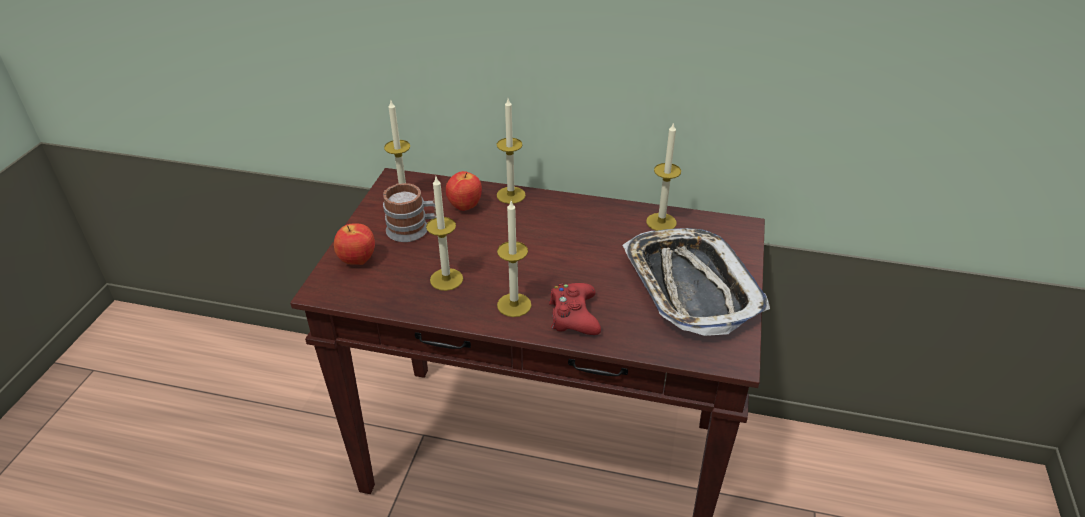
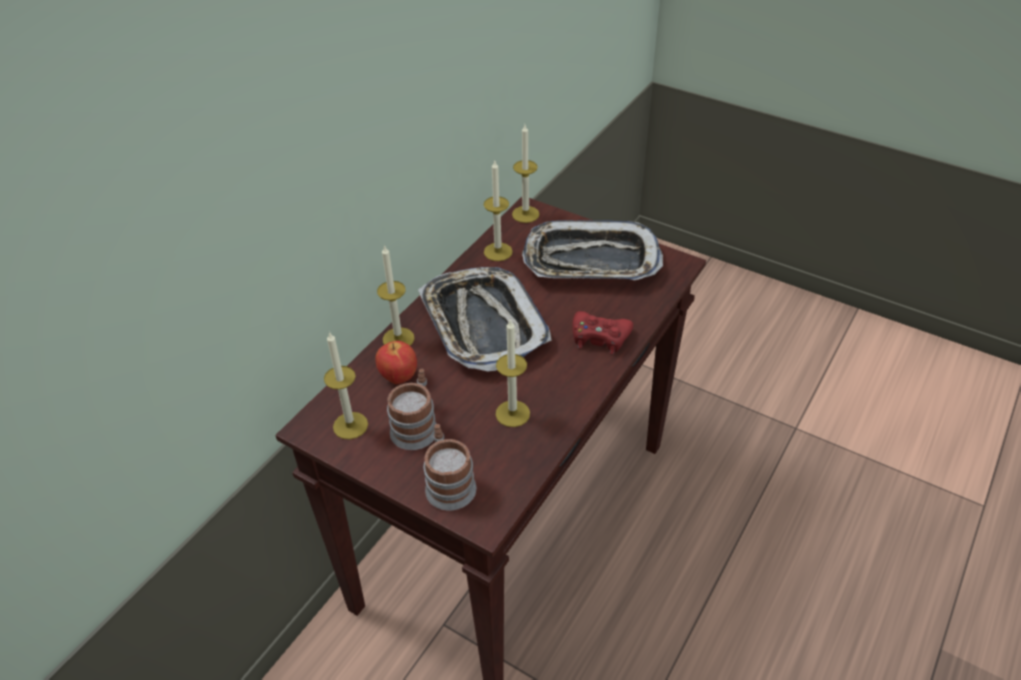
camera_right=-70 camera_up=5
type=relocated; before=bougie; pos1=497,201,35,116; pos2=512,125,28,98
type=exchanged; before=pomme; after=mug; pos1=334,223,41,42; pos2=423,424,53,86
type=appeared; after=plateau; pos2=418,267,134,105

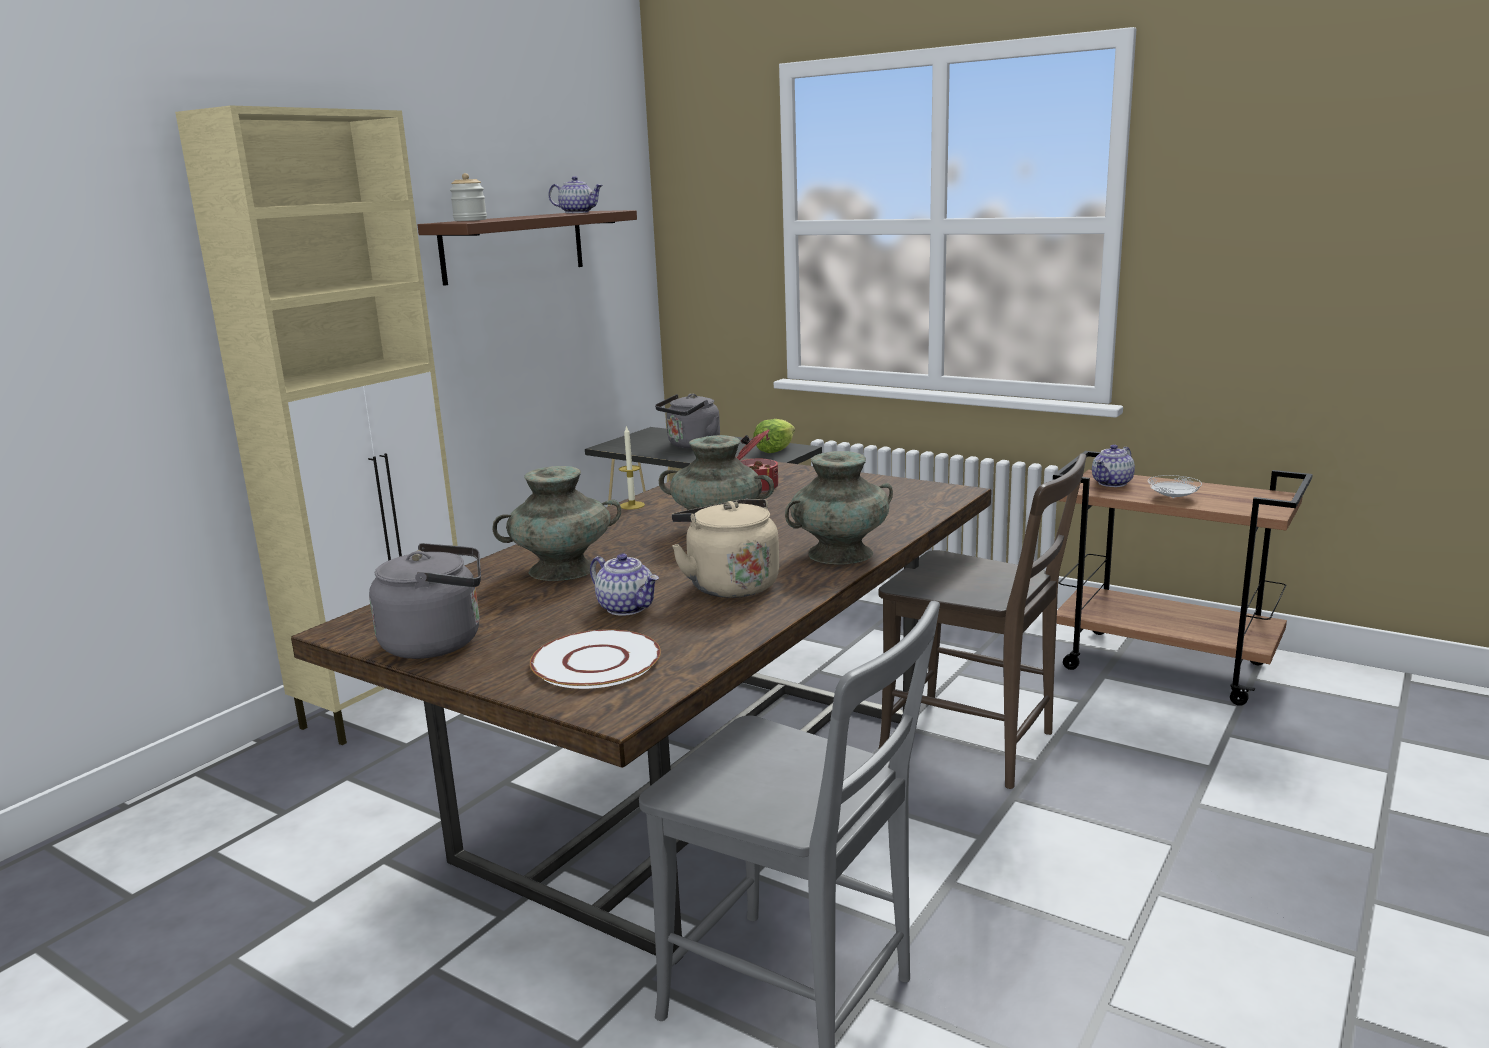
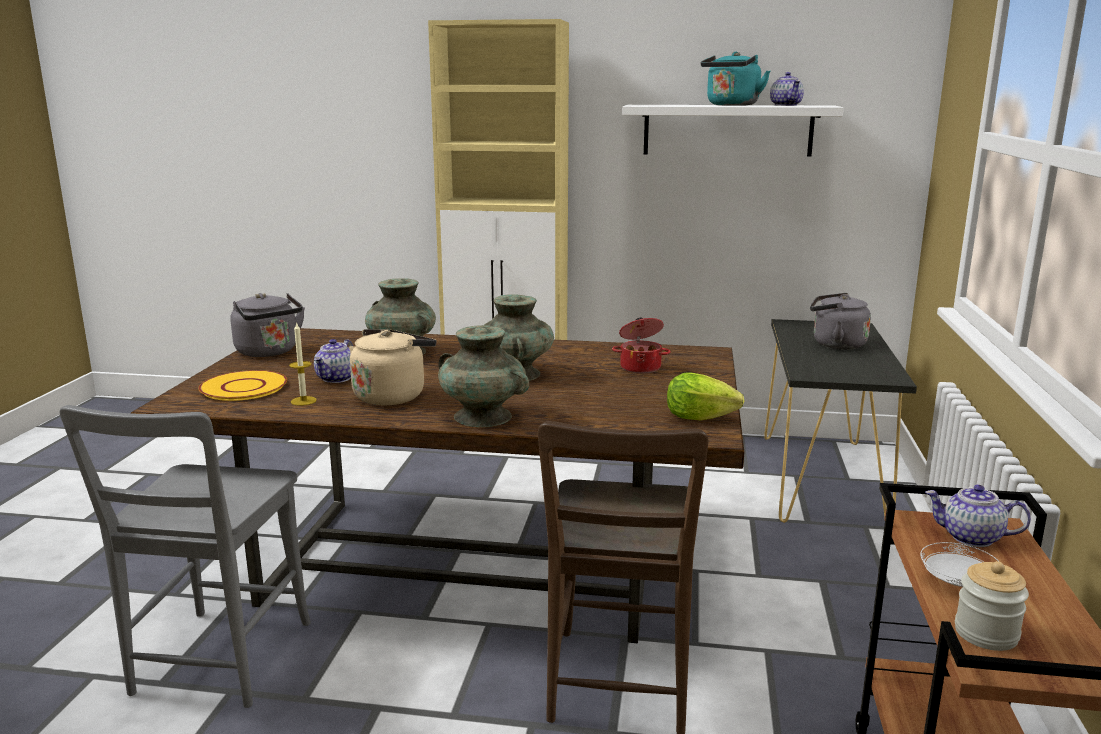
camera_right=65 camera_up=0
type=relocated; before=bocal; pos1=450,173,37,48; pos2=955,561,74,90
type=colour; before=étagère [marron]; after=étagère [blanc]; pos1=418,210,219,76; pos2=622,105,222,52
type=relocated; before=laitue; pos1=753,419,42,34; pos2=667,373,77,47
type=relocated; before=bougie; pos1=619,425,26,85; pos2=289,322,28,84
type=colour; before=assiette [blanc]; after=assiette [jaune]; pos1=530,629,131,60; pos2=198,370,89,31
type=appeared; after=bouilloire [turquoise]; pos2=701,52,69,54

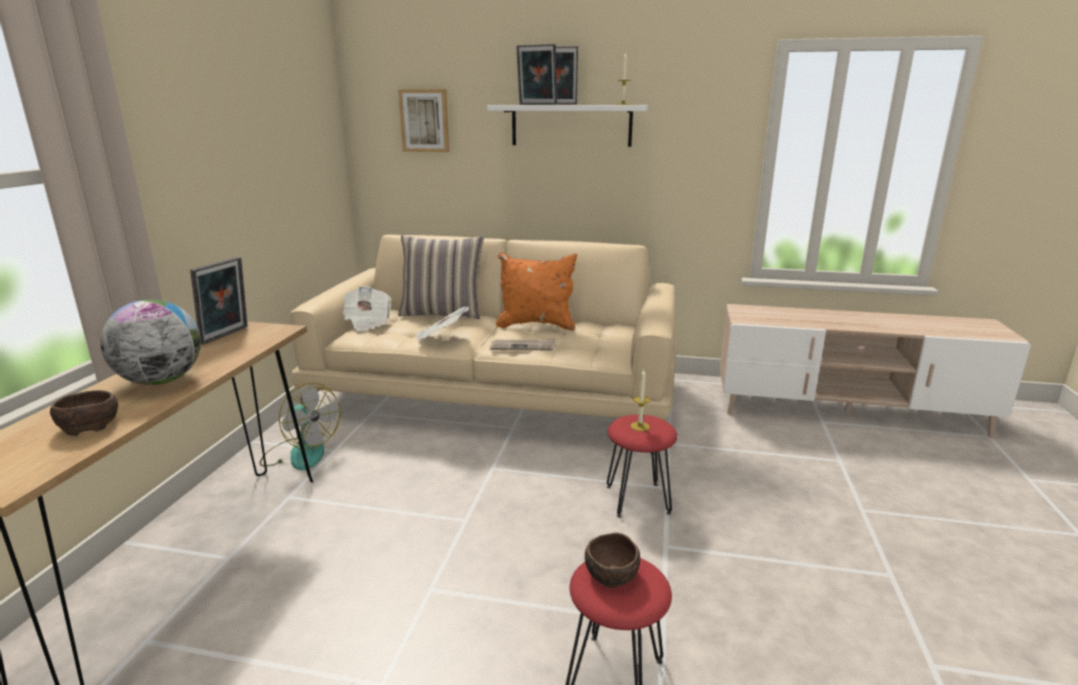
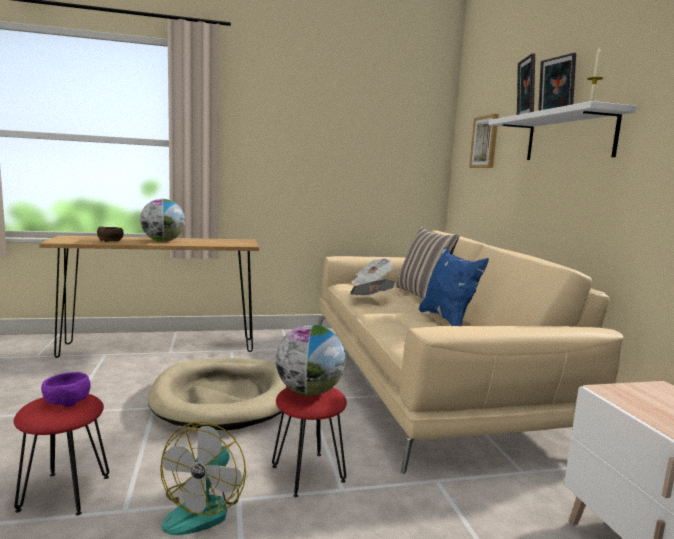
camera_right=65 camera_up=-10
type=colour; before=coussin [orange]; after=coussin [bleu]; pos1=496,253,81,78; pos2=419,247,70,79
type=missing; before=cadre photo; pos1=190,257,58,88
type=missing; before=journal; pos1=490,338,66,13
type=exchanged; before=bougie; after=globe; pos1=630,370,20,61; pos2=276,325,70,71
type=relocated; before=ventilateur; pos1=259,383,82,87; pos2=160,421,86,114
type=colour; before=bol [marron]; after=bol [violet]; pos1=585,533,55,55; pos2=41,372,50,35
type=appeared; after=panier pour chien [beige]; pos2=148,358,139,73

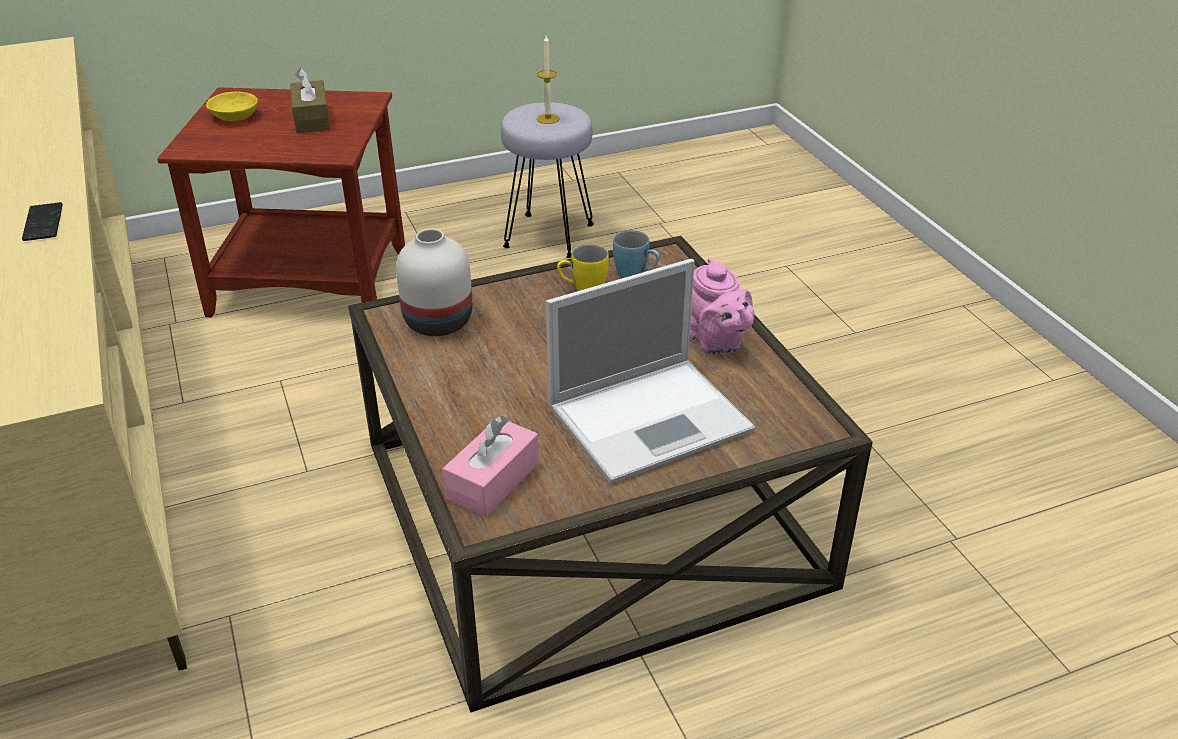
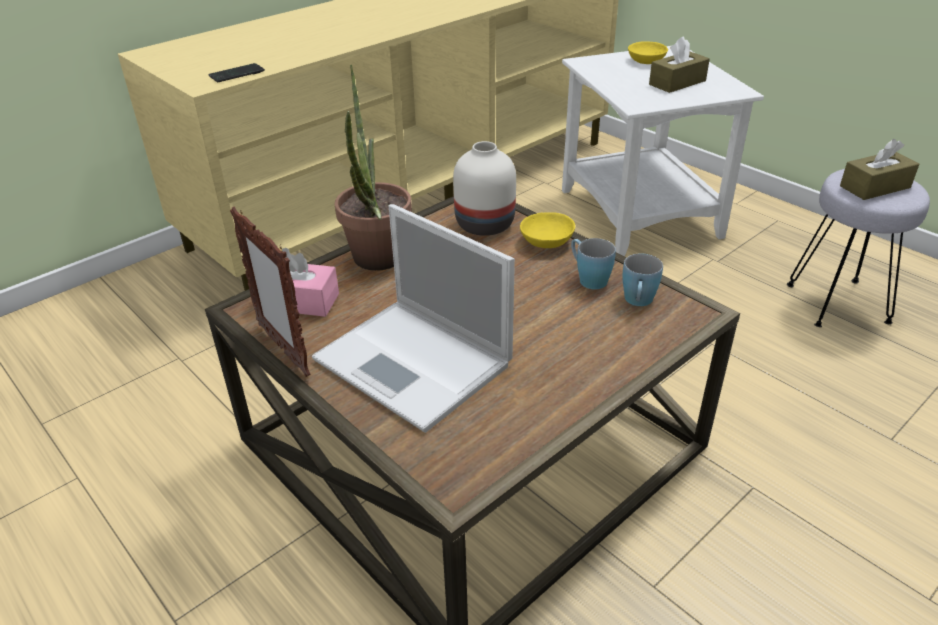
camera_right=70 camera_up=0
type=exchanged; before=bougie; after=boîte à mouchoirs [marron]; pos1=537,35,23,89; pos2=840,139,79,61
type=colour; before=table d'appoint [marron]; after=table d'appoint [blanc]; pos1=157,87,248,231; pos2=562,46,202,210
type=relocated; before=téléphone; pos1=22,202,41,39; pos2=208,63,57,19
type=colour; before=mug [jaune]; after=mug [bleu]; pos1=557,244,52,47; pos2=571,238,45,52
type=missing; before=théière [rose]; pos1=690,258,64,96
type=appeared; after=plante en pot; pos2=335,65,77,206
type=appeared; after=cadre photo; pos2=230,206,81,171
type=appeared; after=bol [jaune]; pos2=520,212,55,36

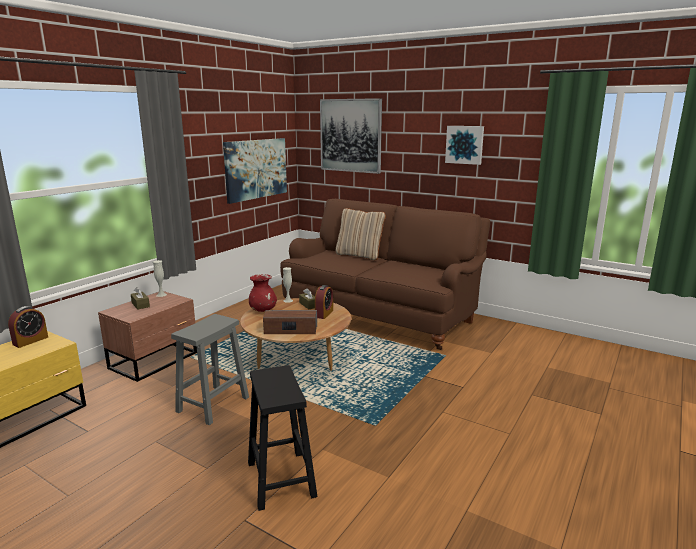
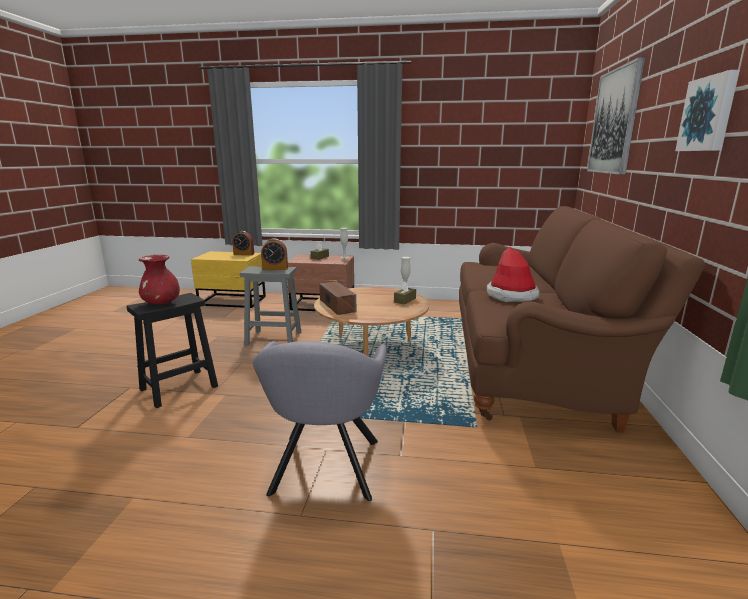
camera_right=65 camera_up=0
type=missing; before=tableau; pos1=223,138,64,66
type=missing; before=coussin [beige]; pos1=336,208,50,52
type=relocated; before=vase [rouge]; pos1=249,274,28,38; pos2=139,255,41,49
type=relocated; before=réveil; pos1=315,285,18,34; pos2=261,238,27,32
type=appeared; after=chapeau; pos2=487,247,53,55
type=appeared; after=fauteuil [gris]; pos2=253,341,134,160

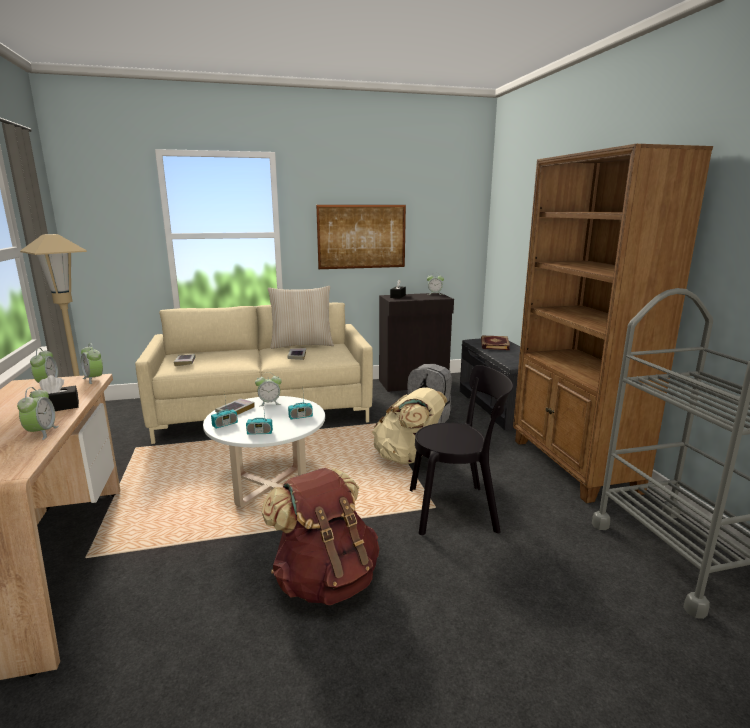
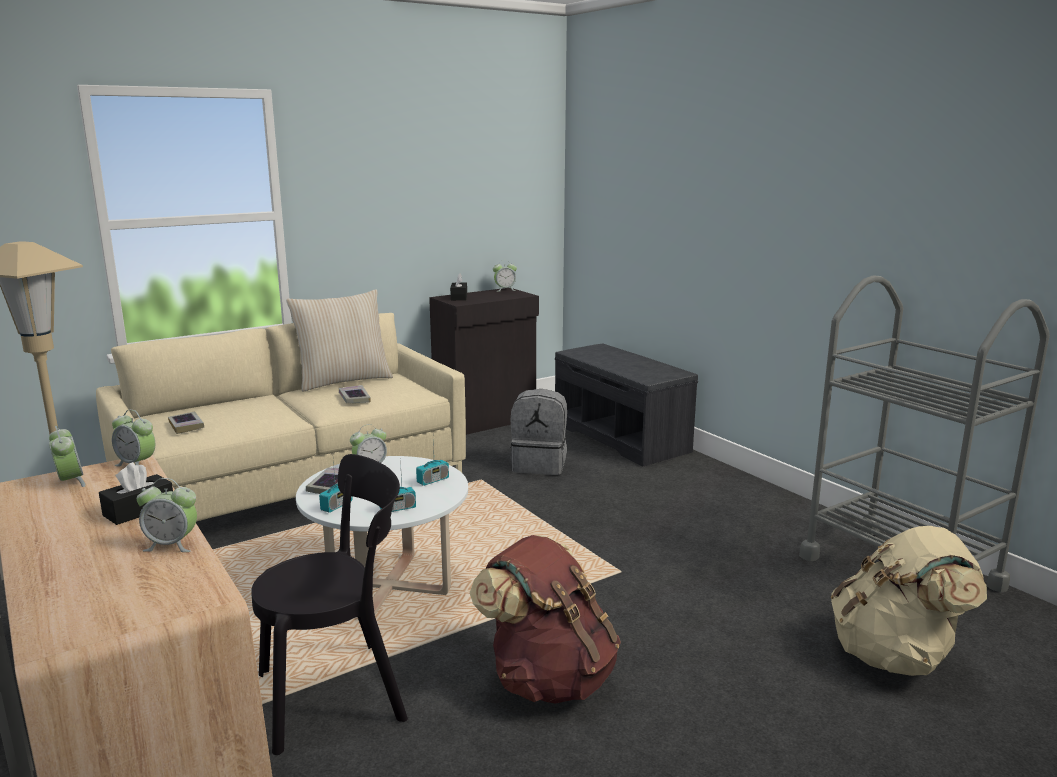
camera_right=-20 camera_up=0
type=missing; before=bibliothèque [marron]; pos1=513,144,200,359
type=missing; before=tableau; pos1=316,205,90,64
type=missing; before=livre; pos1=481,335,29,15
type=relocated; before=chaise [noir]; pos1=410,365,103,170; pos2=251,454,157,301
type=spun; before=réveil; pos1=17,387,42,53; pos2=137,478,60,74; turn=120
type=relocated; before=sac à dos [beige]; pos1=372,388,75,76; pos2=831,526,156,150

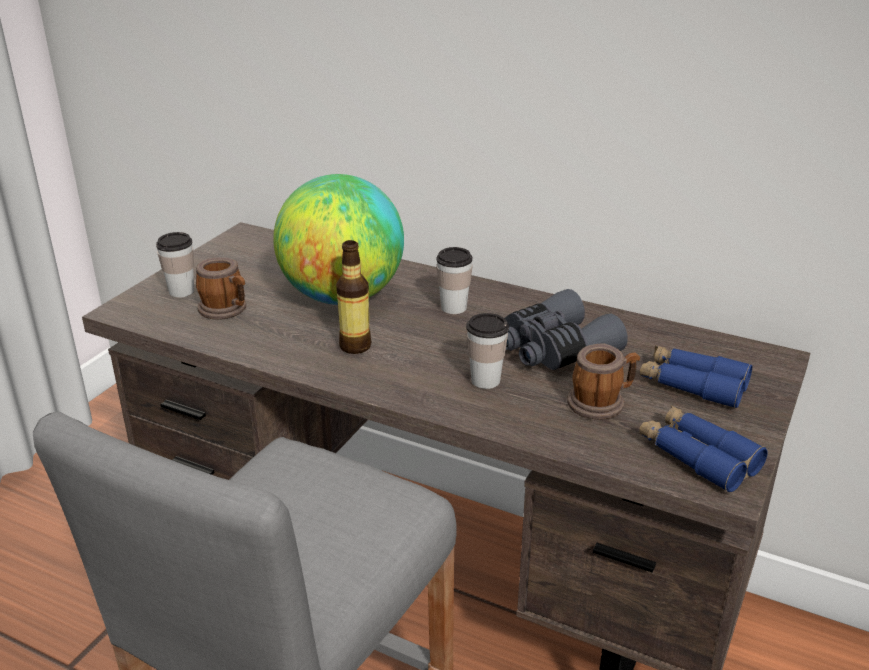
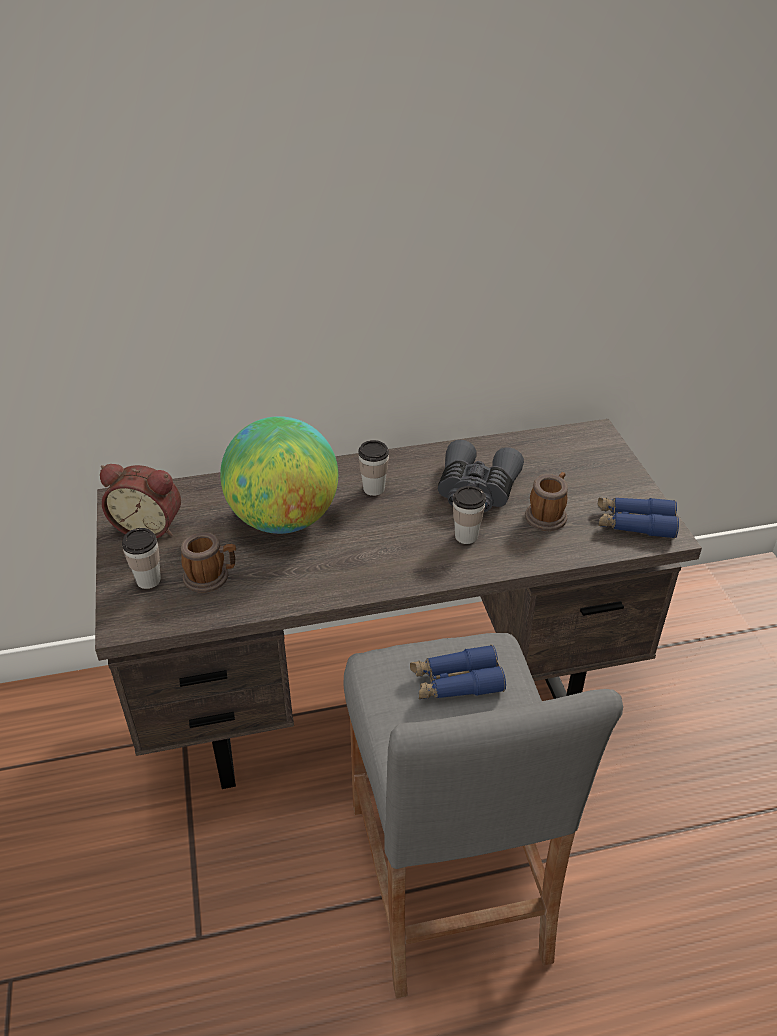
camera_right=-40 camera_up=10
type=missing; before=bouteille; pos1=336,240,35,114
type=relocated; before=jumelles [bleu]; pos1=640,345,112,63; pos2=410,645,96,54
type=appeared; after=réveil; pos2=100,464,81,74

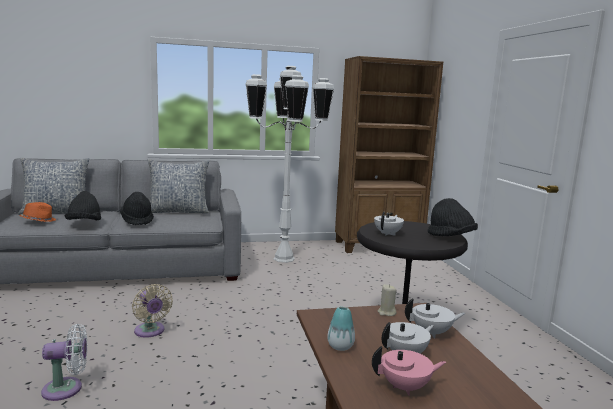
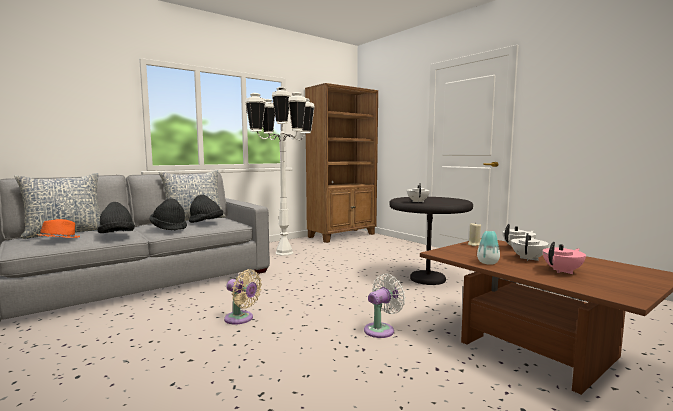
camera_right=-25 camera_up=-5
type=relocated; before=chapeau [noir]; pos1=428,198,50,38; pos2=189,195,34,28
type=relocated; before=ventilateur [blanc]; pos1=41,324,46,77; pos2=364,274,42,64

